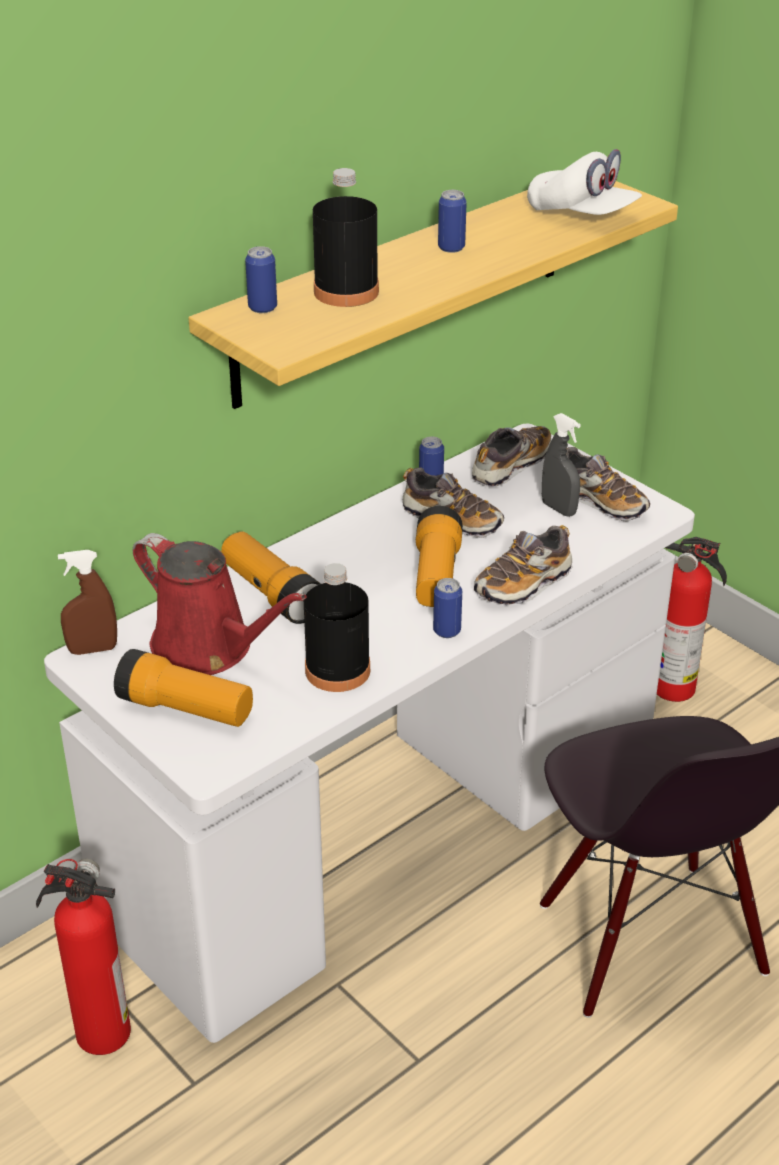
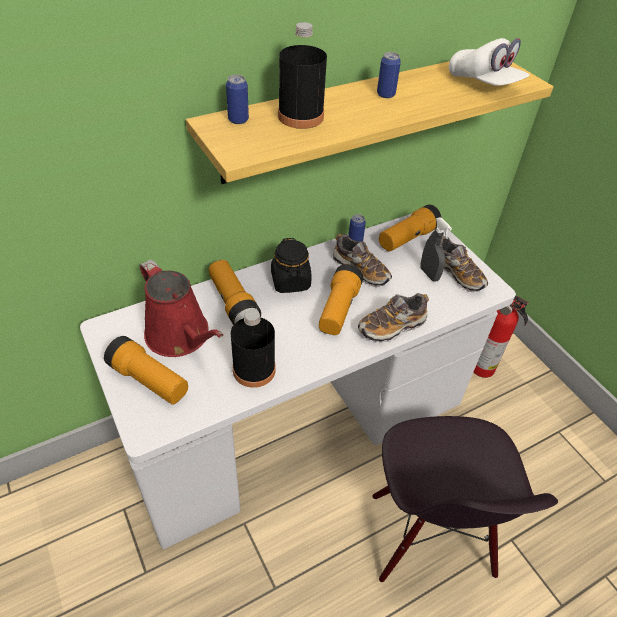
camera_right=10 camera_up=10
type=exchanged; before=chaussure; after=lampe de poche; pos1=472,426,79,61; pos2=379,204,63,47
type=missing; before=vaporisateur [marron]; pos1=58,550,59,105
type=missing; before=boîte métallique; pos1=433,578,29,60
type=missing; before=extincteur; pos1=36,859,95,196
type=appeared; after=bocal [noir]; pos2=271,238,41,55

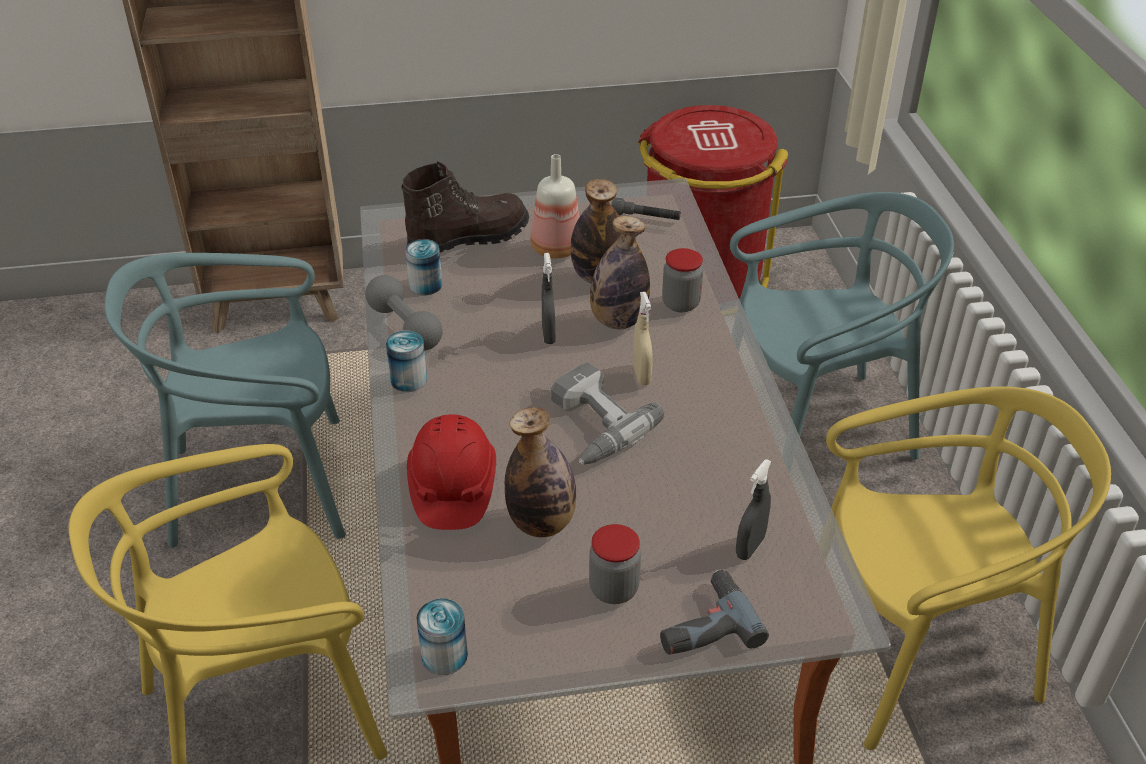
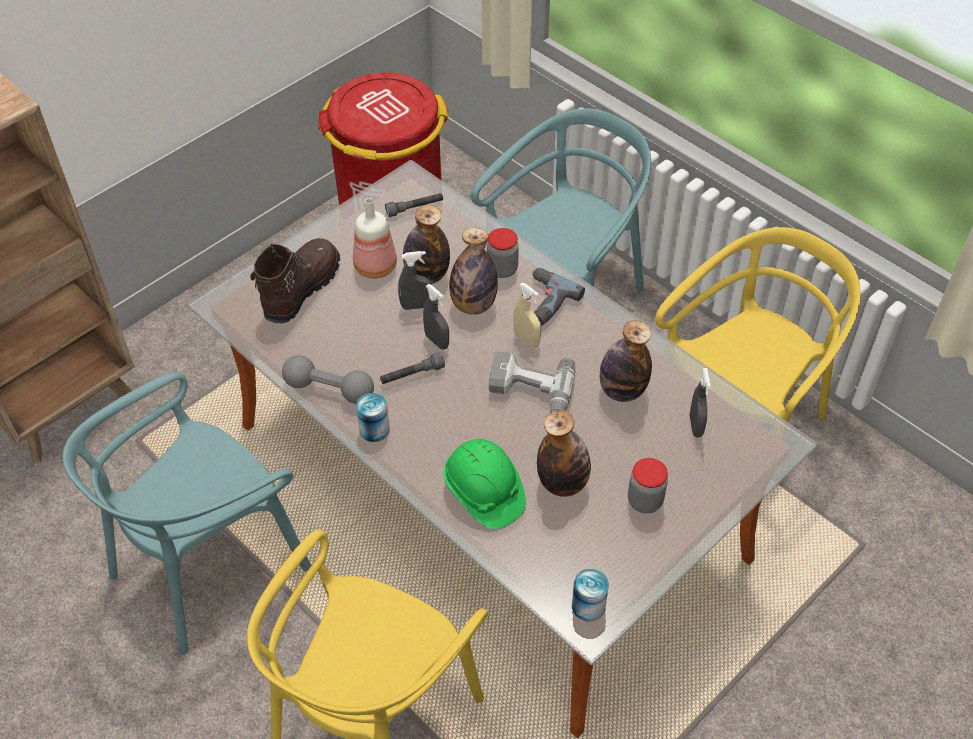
camera_right=-35 camera_up=10
type=missing; before=boîte métallique; pos1=405,239,37,56
type=colour; before=casque de chantier [rouge]; after=casque de chantier [vert]; pos1=407,414,89,116; pos2=444,439,82,90
type=relocated; before=perceuse; pos1=660,569,109,86; pos2=532,268,53,58
type=appeared; after=vaporisateur [gris]; pos2=398,251,34,59
type=appeared; after=bouteille; pos2=600,320,52,82
type=appeared; after=lampe de poche [gris]; pos2=380,353,65,31

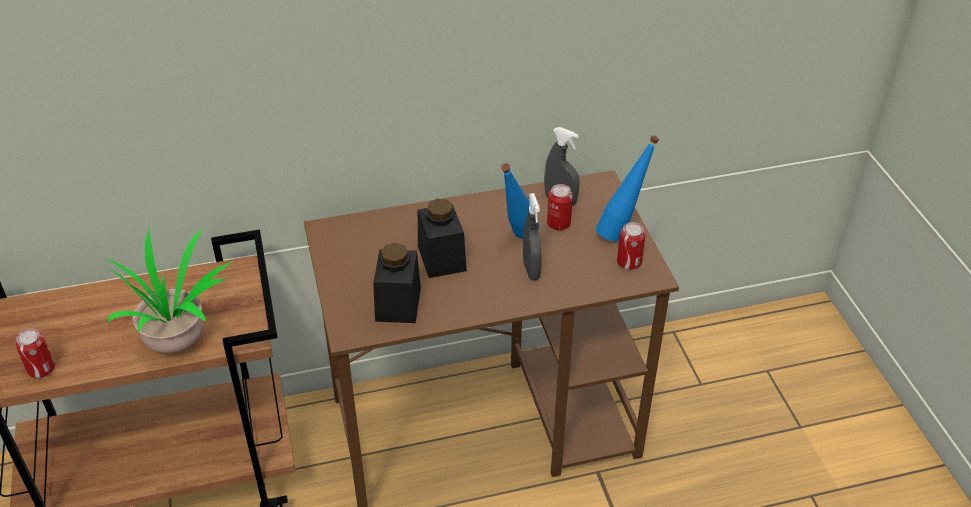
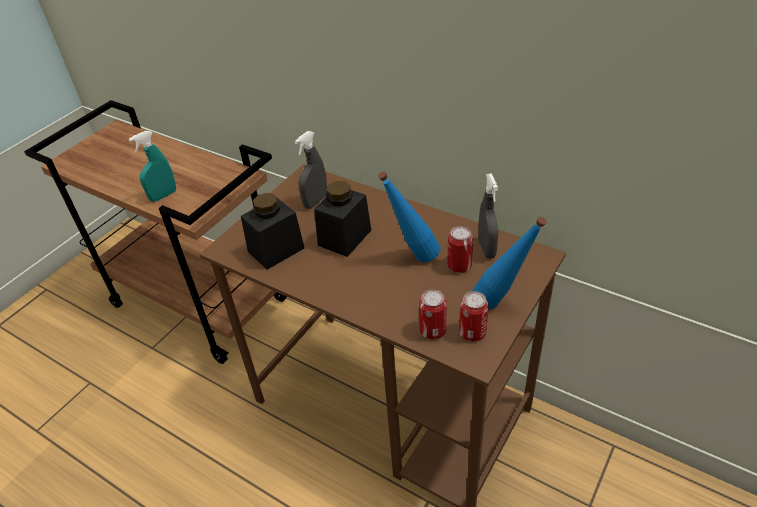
camera_right=50 camera_up=0
type=relocated; before=vaporisateur [gris]; pos1=523,193,19,87; pos2=294,131,33,78
type=exchanged; before=plante en pot; after=vaporisateur [turquoise]; pos1=107,229,126,124; pos2=129,131,47,71
type=relocated; before=boîte métallique; pos1=16,328,39,50; pos2=419,289,28,50

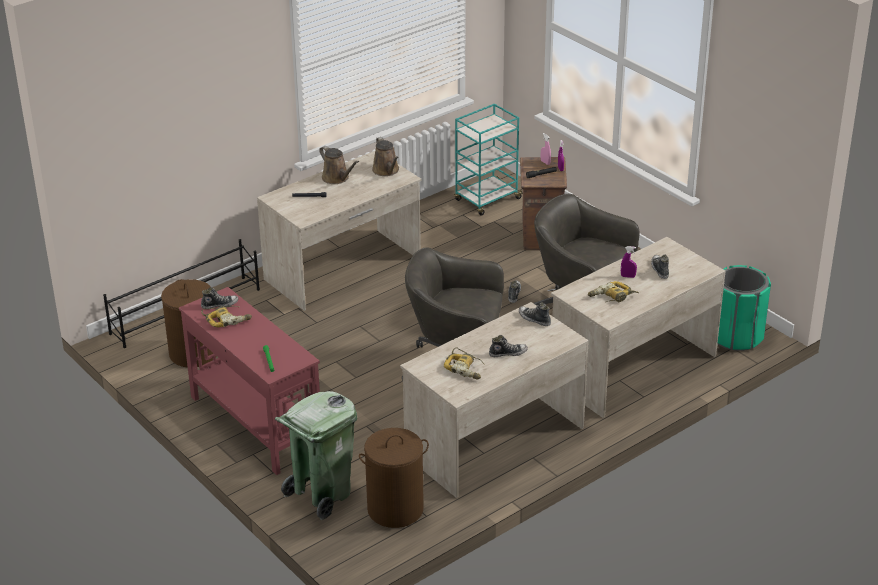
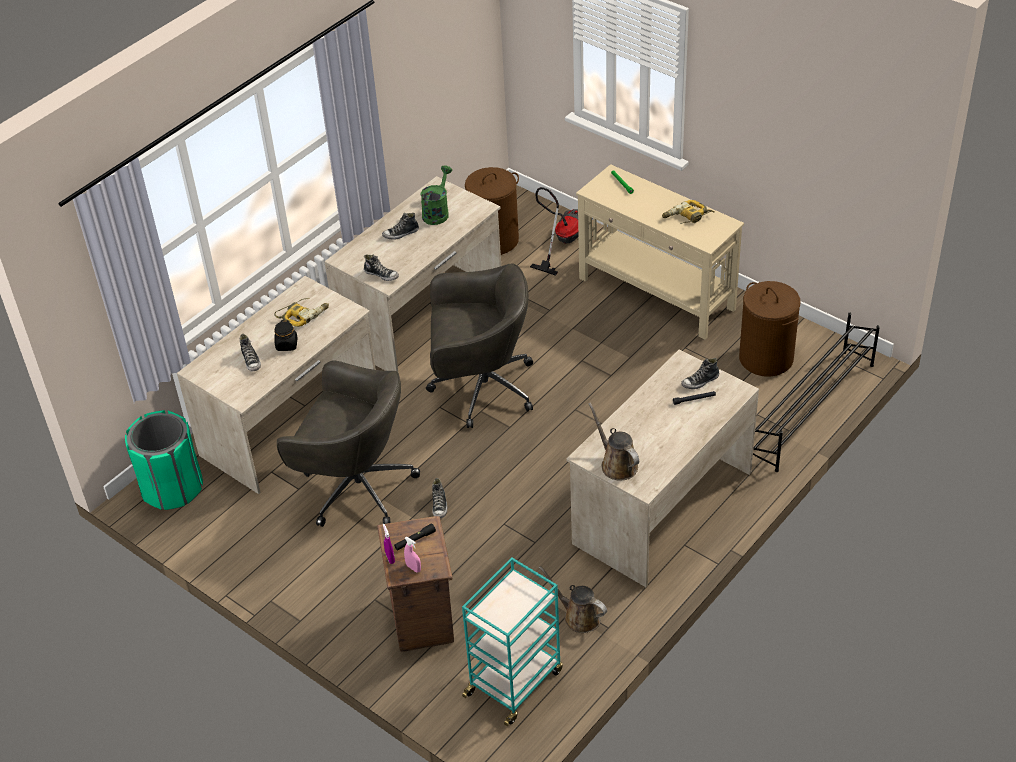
camera_right=170 camera_up=10
type=relocated; before=arrosoir [marron]; pos1=319,146,40,38; pos2=538,566,69,67
type=exchanged; before=vaporisateur [violet]; after=bocal [noir]; pos1=621,246,16,32; pos2=274,320,24,31
type=colour; before=table console [rouge]; after=table console [beige]; pos1=179,287,141,188; pos2=576,164,168,176
type=relocated; before=chaussure; pos1=201,287,37,22; pos2=681,358,38,31
type=exchanged; before=perceuse; after=arrosoir [vert]; pos1=444,347,41,33; pos2=421,166,31,59
type=exchanged; before=poubelle [vert]; after=aspirateur; pos1=275,391,82,129; pos2=530,187,63,89

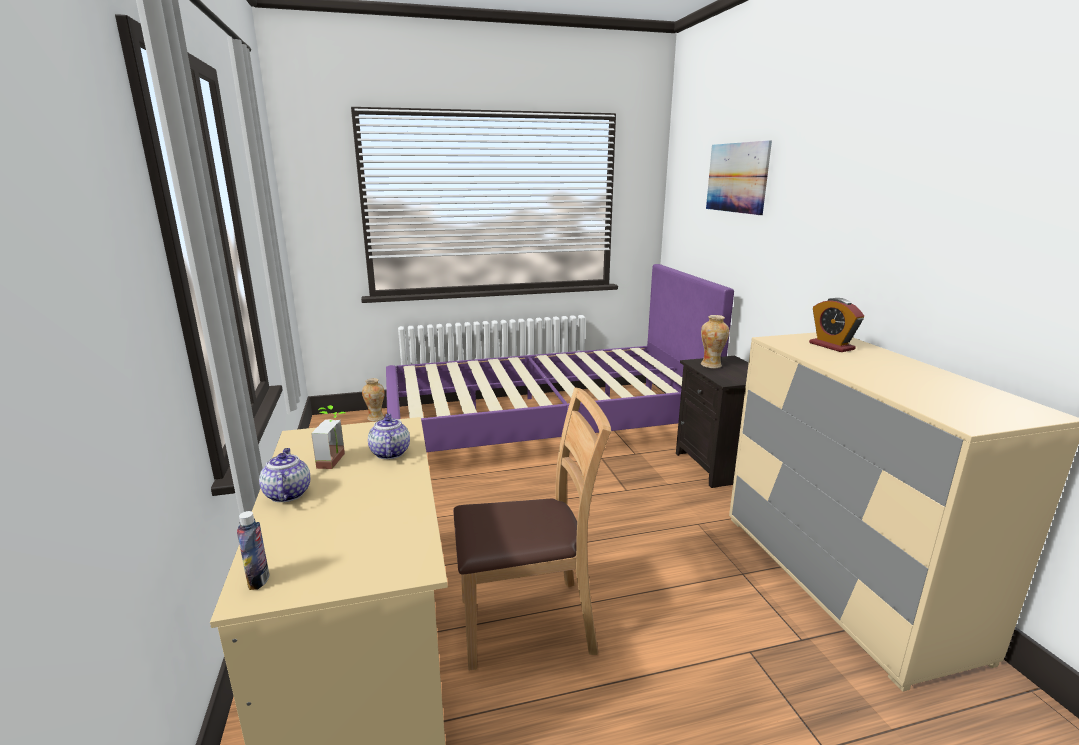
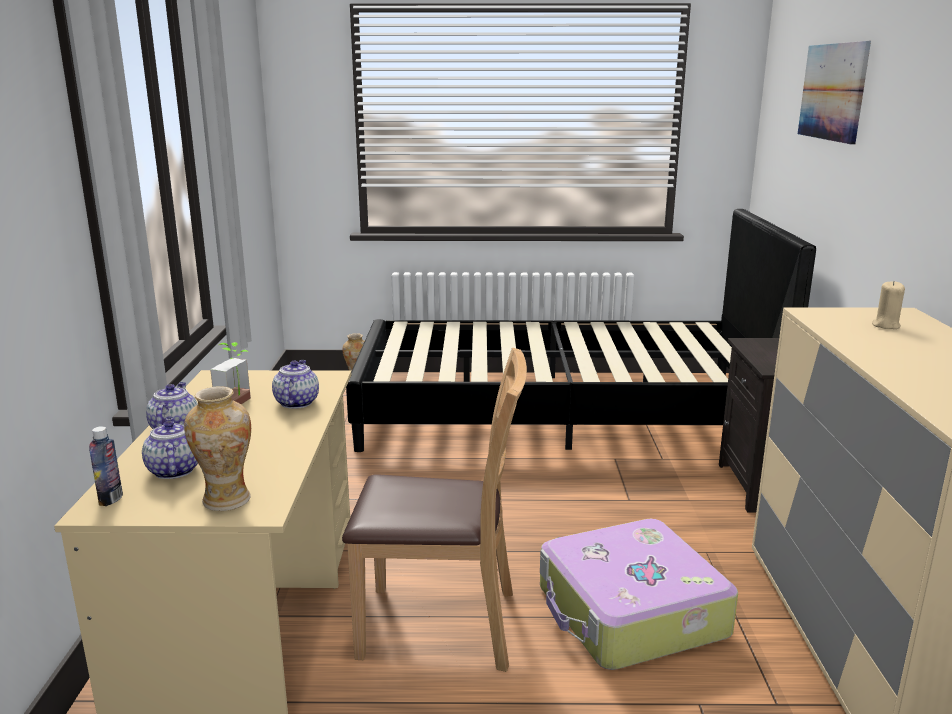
camera_right=15 camera_up=0
type=colour; before=lit [violet]; after=lit [noir]; pos1=386,264,348,188; pos2=346,209,470,243
type=exchanged; before=réveil; after=bougie [beige]; pos1=809,298,55,54; pos2=872,281,33,48
type=relocated; before=vase; pos1=701,315,28,53; pos2=184,386,67,125
type=appeared; after=théière; pos2=142,418,56,61
type=appeared; after=valise; pos2=540,519,198,151

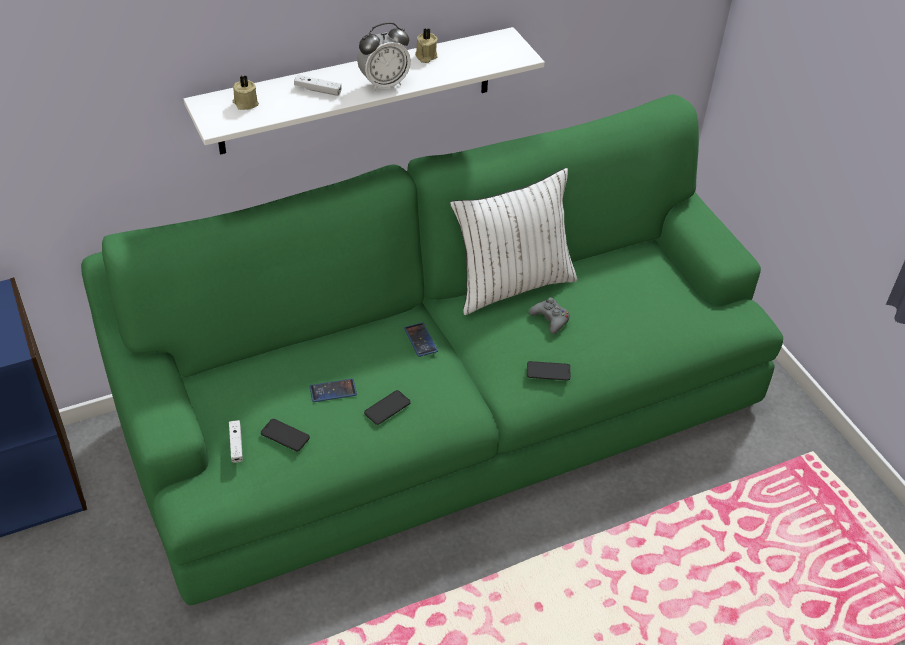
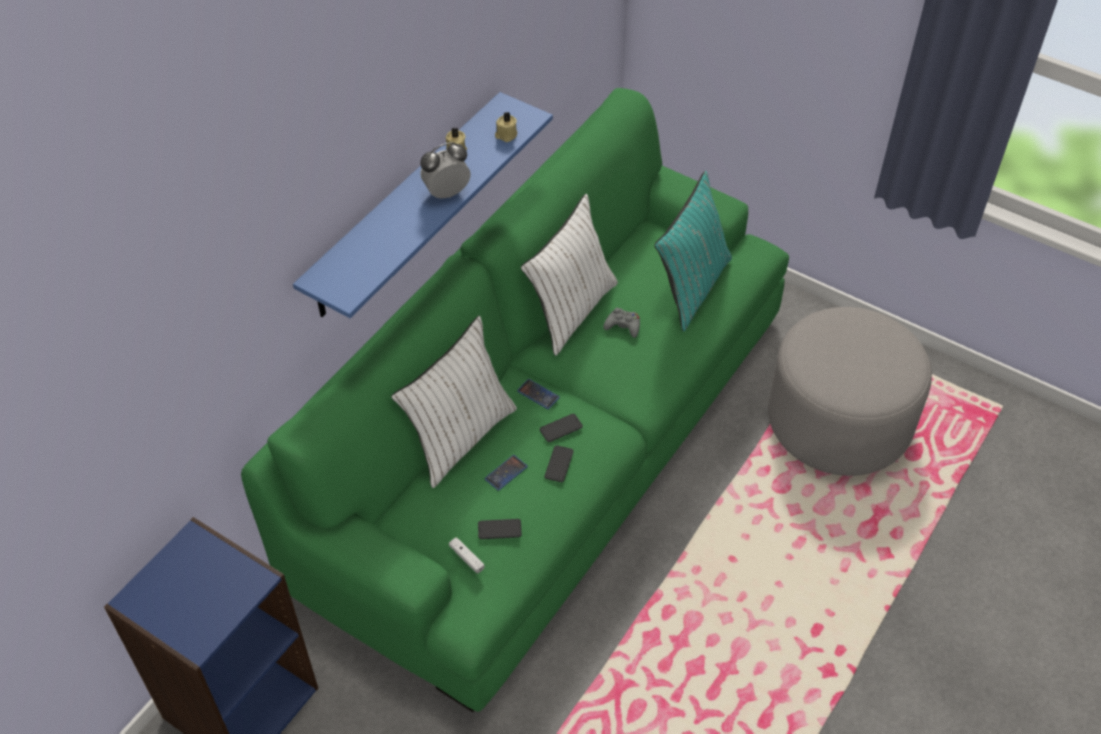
camera_right=-30 camera_up=5
type=spun; before=réveil; pos1=357,22,54,70; pos2=420,142,51,56; turn=-150
type=colour; before=étagère [blanc]; after=étagère [bleu]; pos1=184,27,361,128; pos2=293,92,260,226
type=relocated; before=bougie [beige]; pos1=233,75,26,35; pos2=495,112,22,30
type=missing; before=manette [blanc]; pos1=294,75,48,21
type=relocated; before=téléphone; pos1=527,361,44,20; pos2=540,414,43,28
type=appeared; after=coussin [turquoise]; pos2=654,171,78,160
type=appeared; after=pouf [gris]; pos2=768,307,164,169
type=appeared; after=coussin [blanc]; pos2=391,316,126,172

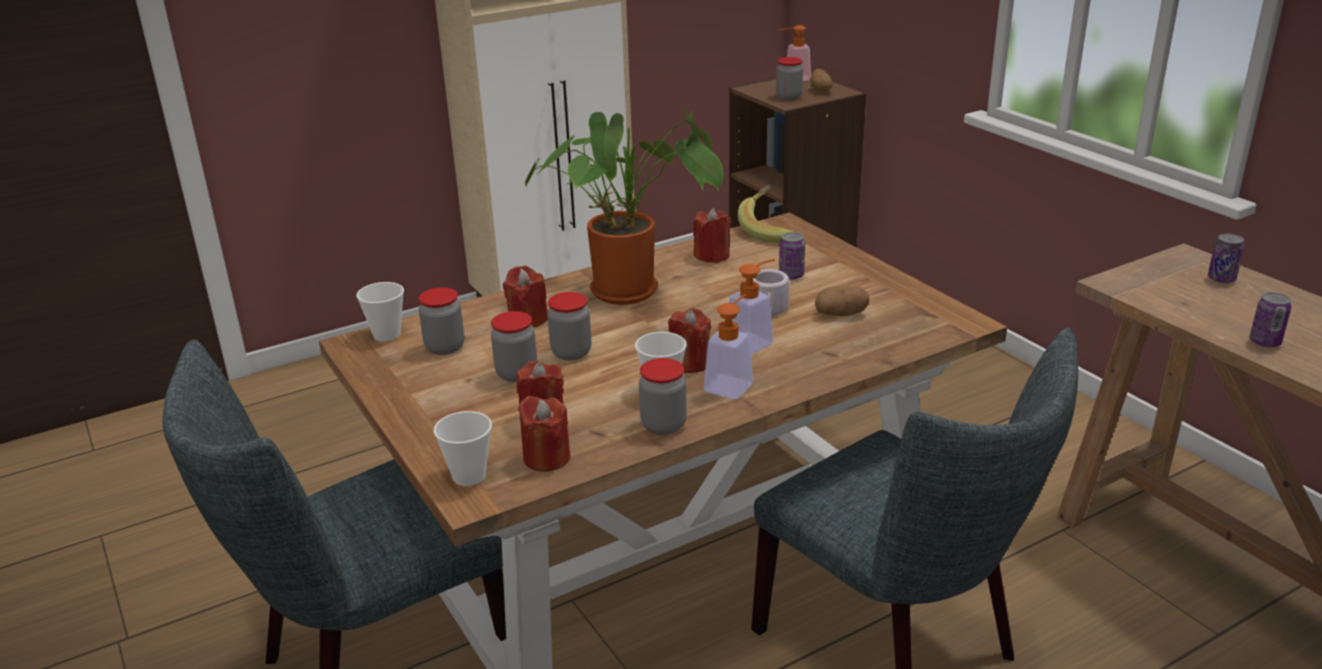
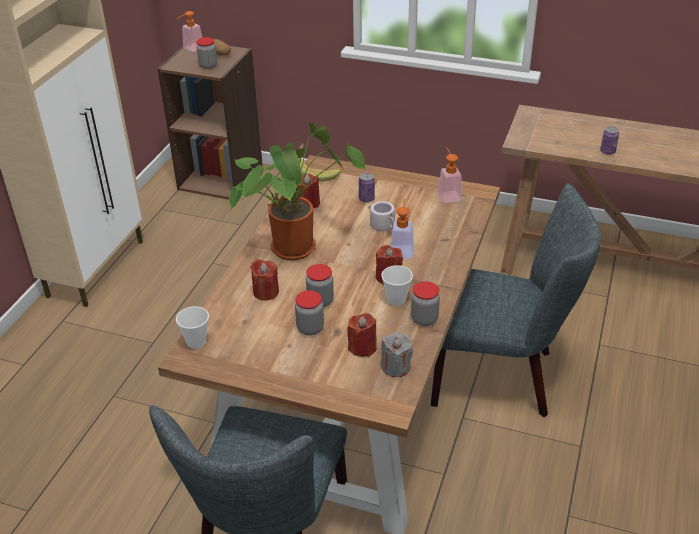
camera_right=-40 camera_up=10
type=missing; before=boîte métallique; pos1=1208,234,36,49
type=missing; before=pomme de terre; pos1=815,286,54,30
type=missing; before=bocal; pos1=418,287,46,68
type=relocated; before=distributeur de savon; pos1=704,294,49,105; pos2=437,147,25,56
type=colour; before=bougie [rouge]; after=bougie [gris]; pos1=518,396,52,76; pos2=381,332,32,45
type=missing; before=tasse; pos1=433,411,59,75

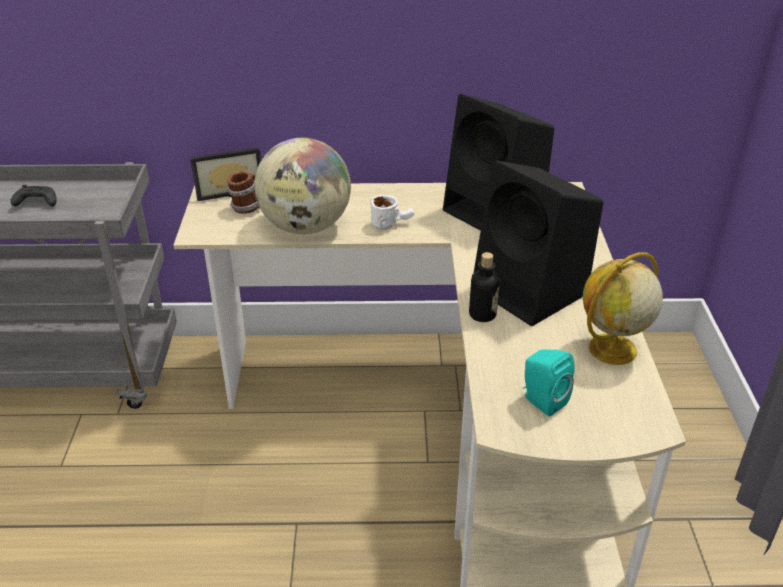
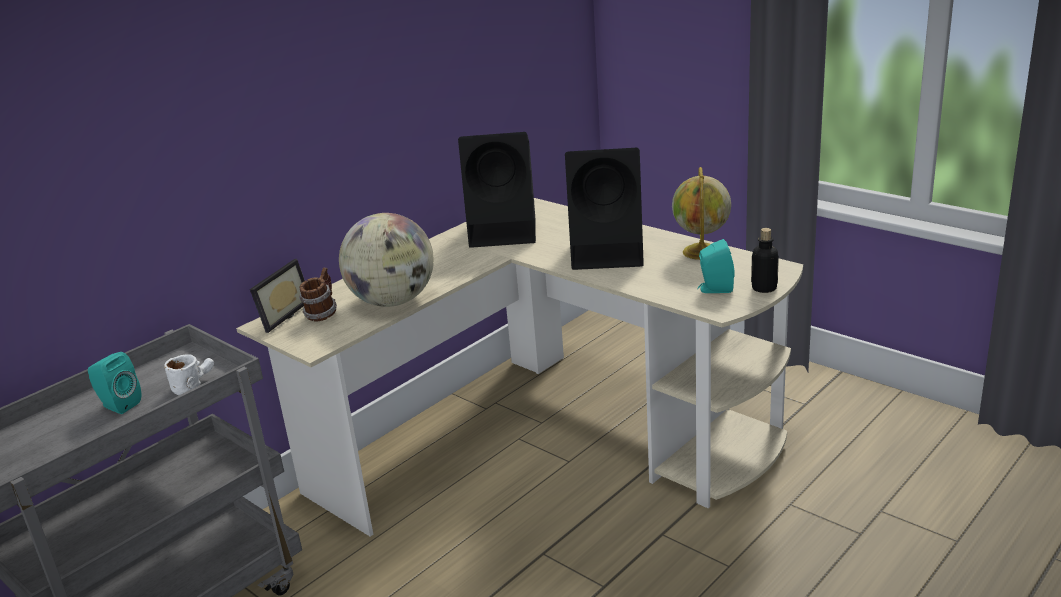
camera_right=-45 camera_up=-10
type=exchanged; before=manette [noir]; after=enceinte [turquoise]; pos1=11,185,45,21; pos2=88,352,53,62
type=relocated; before=mug [blanc]; pos1=371,195,43,35; pos2=164,354,50,42
type=relocated; before=bouteille; pos1=469,252,31,70; pos2=751,228,28,65

